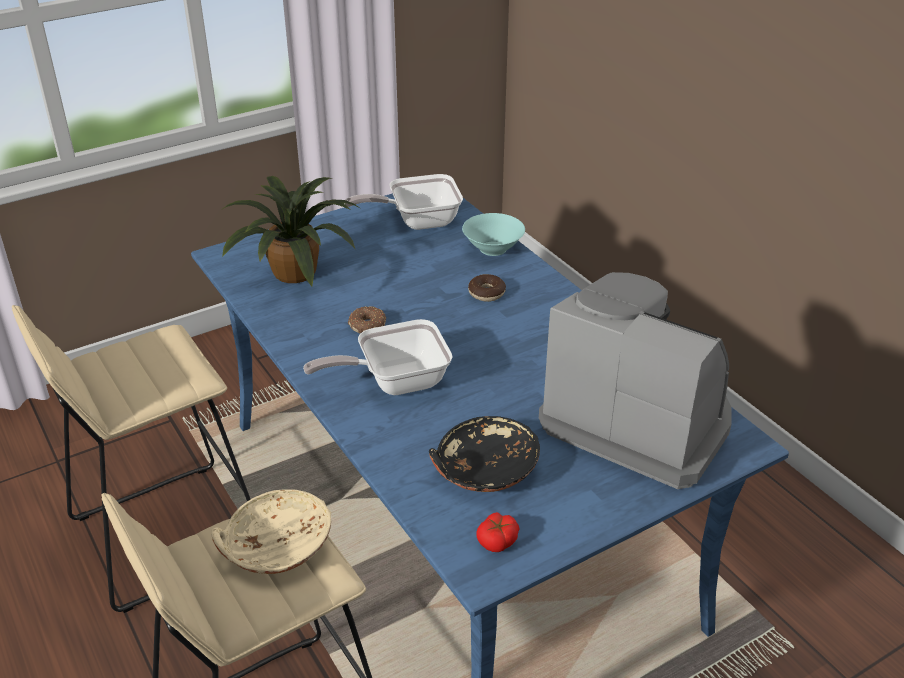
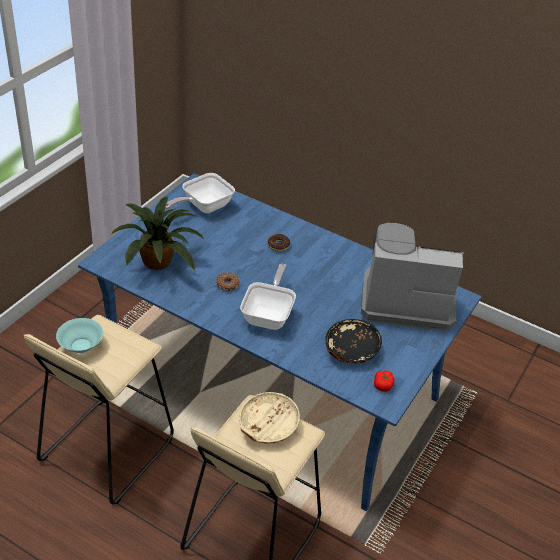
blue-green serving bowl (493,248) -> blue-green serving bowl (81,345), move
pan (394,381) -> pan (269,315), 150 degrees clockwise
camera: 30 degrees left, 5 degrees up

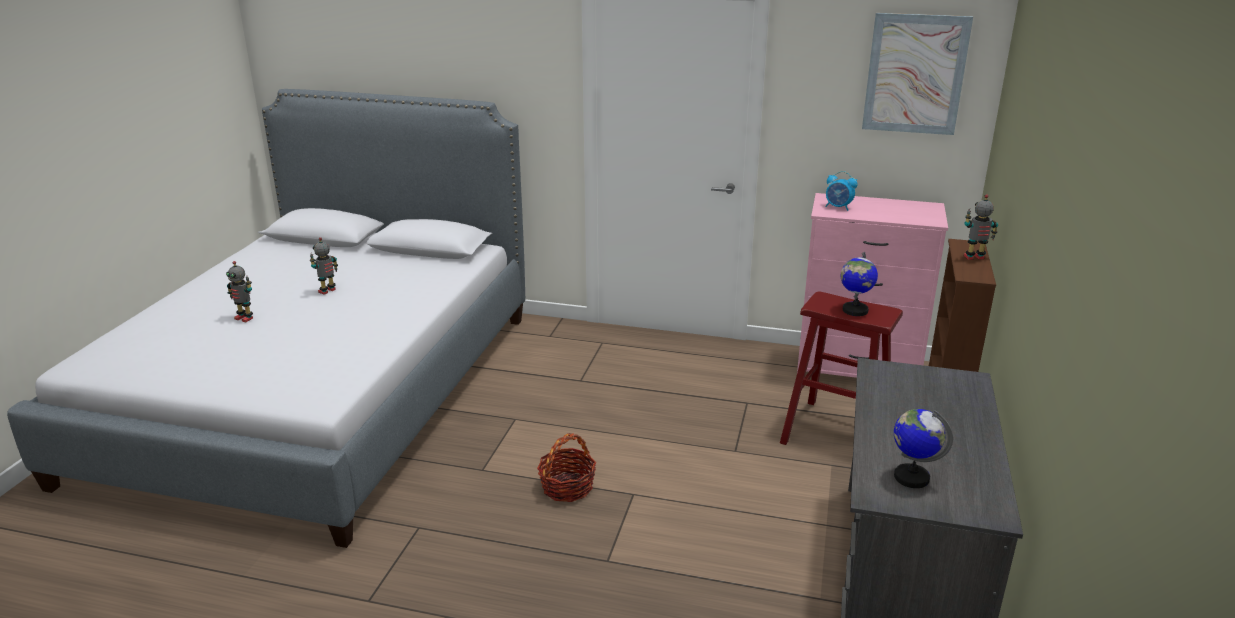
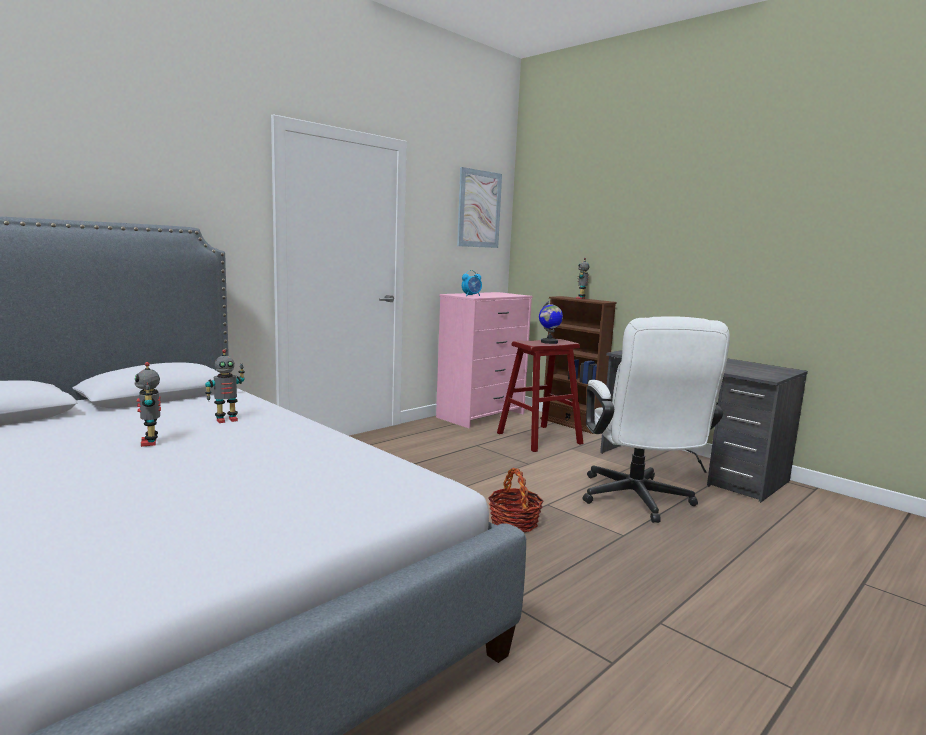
world globe (911,477) -> none
none -> white-coloured desk chair (638,501)
model robot (245,318) -> model robot (226,420), move
camera: 60 degrees left, 15 degrees down

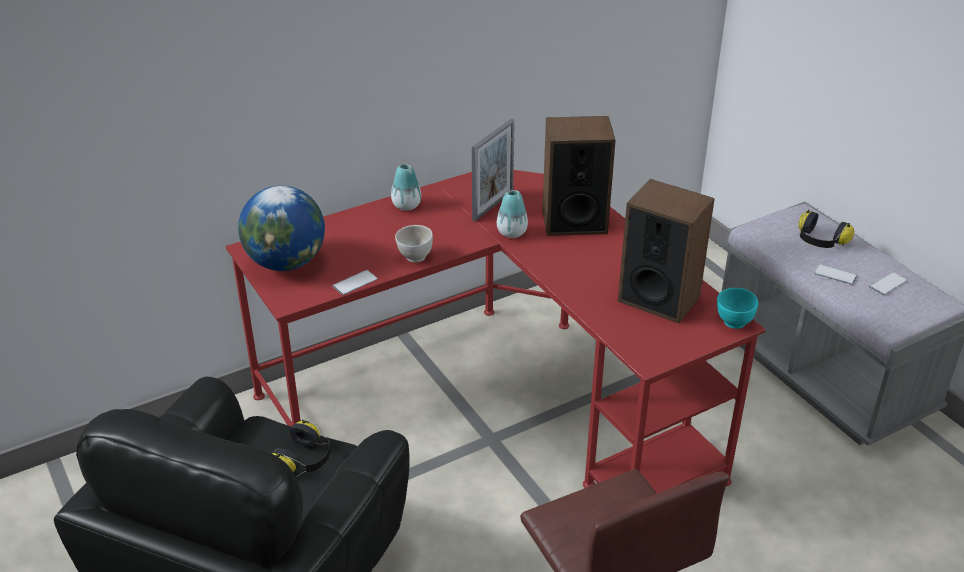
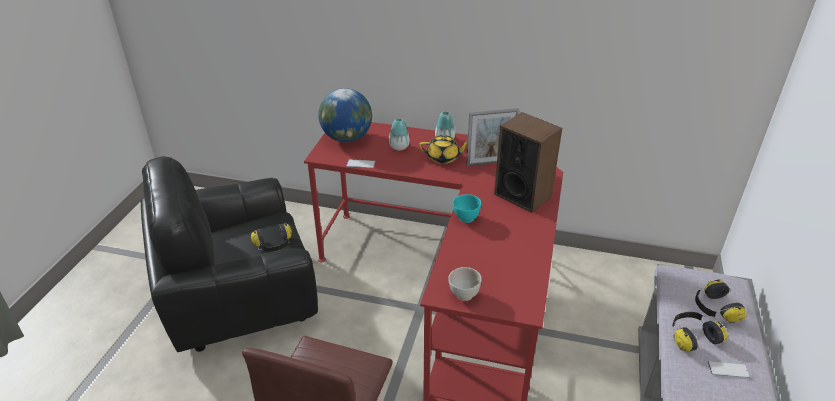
speaker (659,298) -> none
none -> yellow-coloured teapot (443,158)
white-coloured serving bowl (415,257) -> white-coloured serving bowl (463,295), move
decorative vase (512,233) -> decorative vase (399,147), move
blue-green serving bowl (733,322) -> blue-green serving bowl (466,218), move
phone (835,274) -> headset (692,337)
camera: 45 degrees right, 0 degrees up

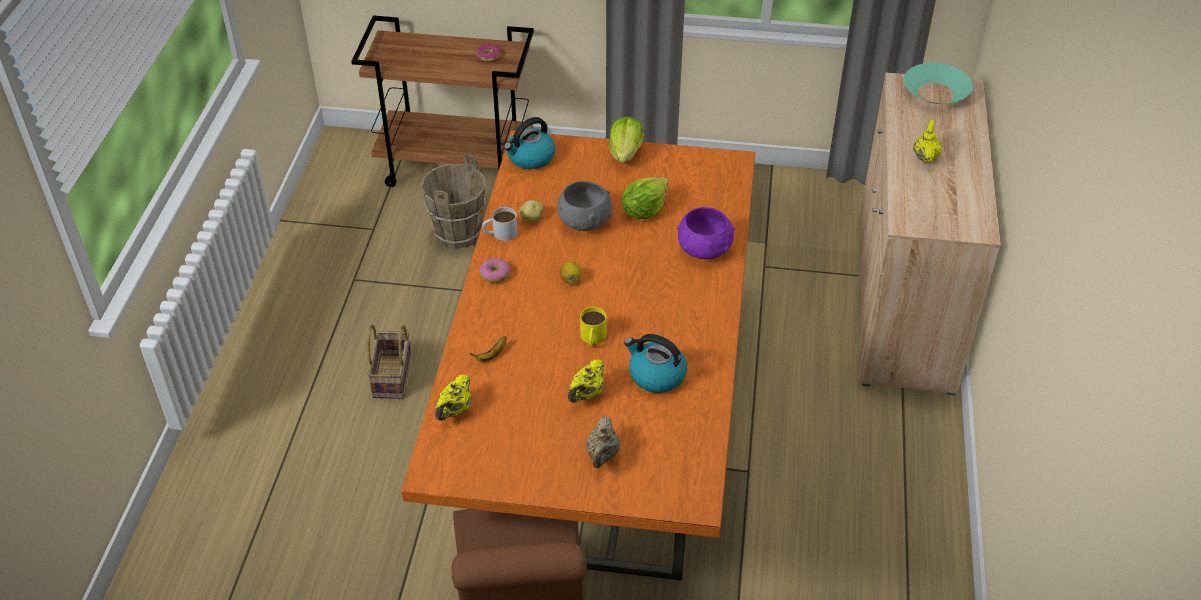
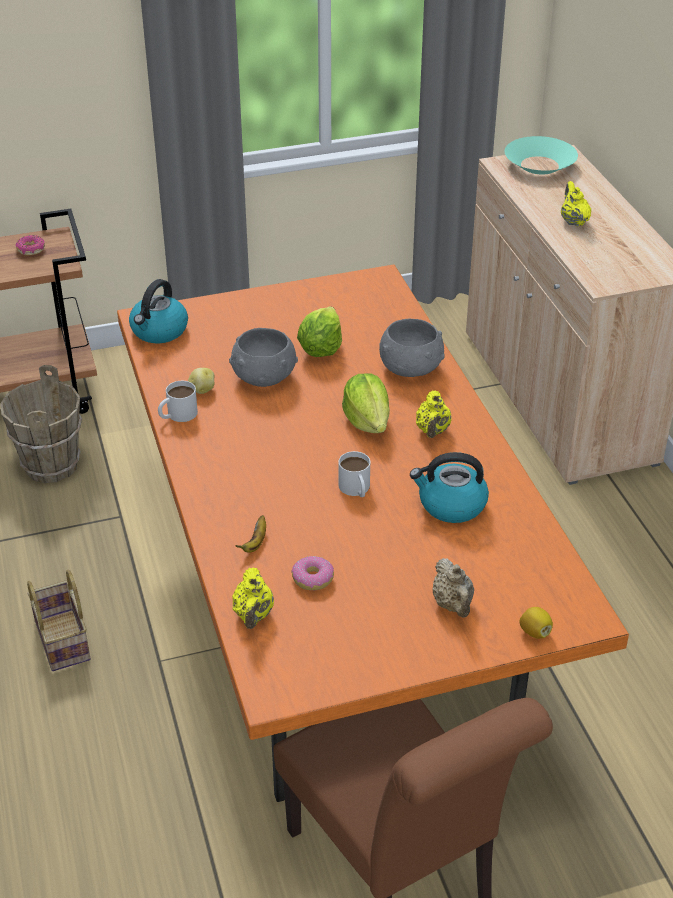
donut (495,274) -> donut (313,578), move
lemon (570,280) -> lemon (535,632), move
yellow-coloured teapot (586,394) -> yellow-coloured teapot (432,431), move
lettuce head (626,153) -> lettuce head (367,421), move
yellow-coloured mug (592,338) -> white-coloured mug (356,489)
purplish serving bowl (704,250) -> greyish serving bowl (411,368)
camera: 25 degrees left, 5 degrees down

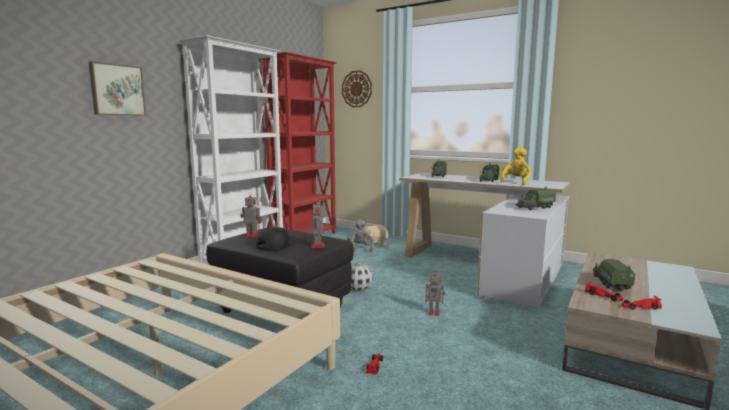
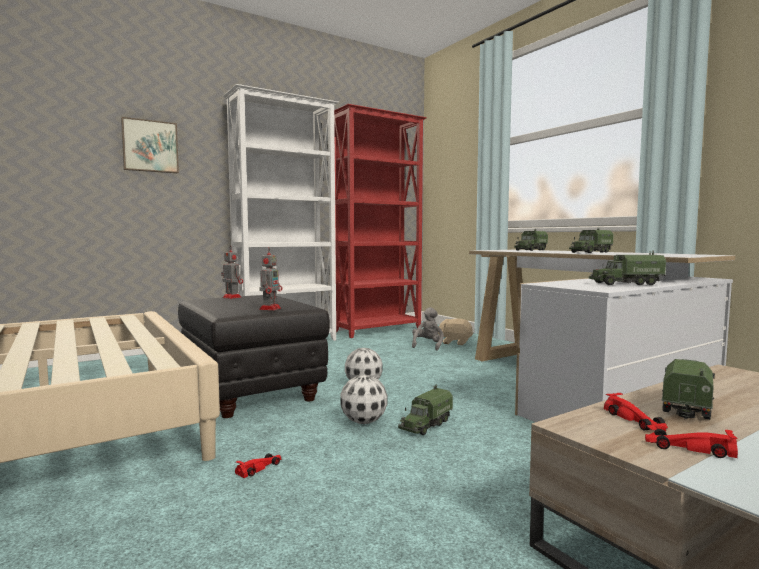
black-coloured peaked cap (275,245) -> none
clock on the wall (356,89) -> none
yellow-coloured soft toy (515,182) -> none
none -> ball for football (364,422)
model robot (434,312) -> toy truck (425,425)
camera: 25 degrees right, 5 degrees down

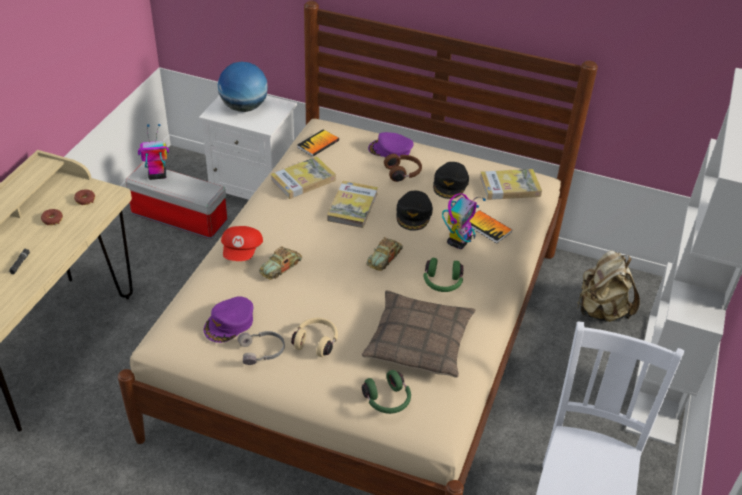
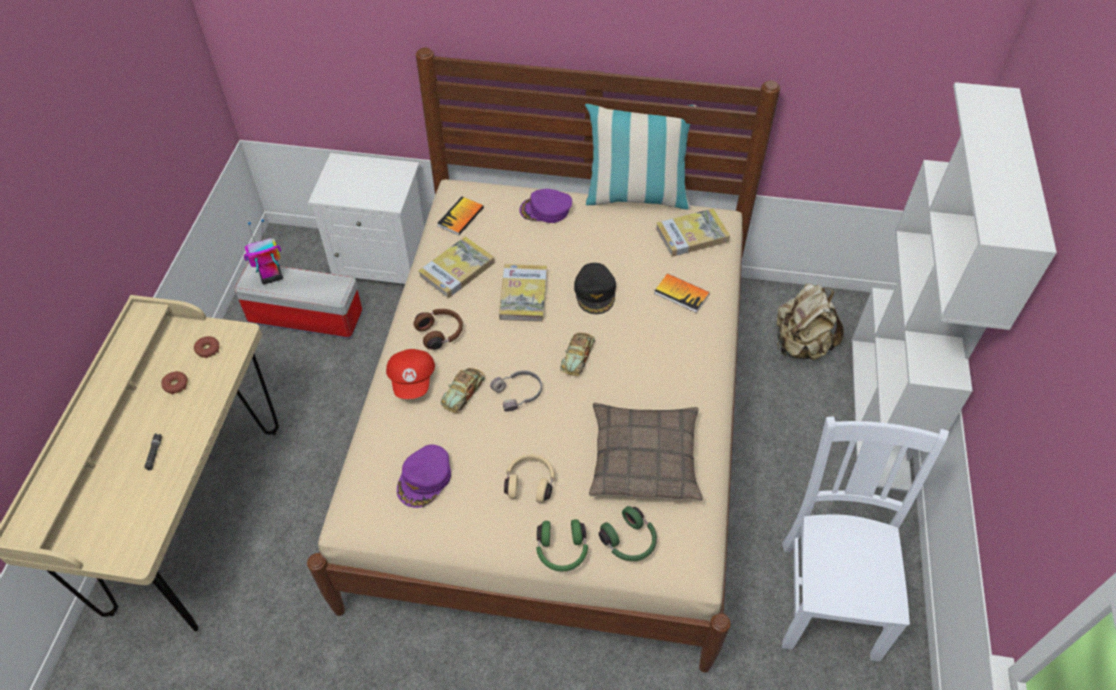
world globe (244,107) -> none
black-coloured peaked cap (450,184) -> none
model robot (459,241) -> none
none -> pillow (636,196)
greyish headset (262,351) -> greyish headset (519,393), move
brown headset (403,173) -> brown headset (441,333), move
greenish headset (442,283) -> greenish headset (562,551), move
camera: 10 degrees left, 10 degrees up

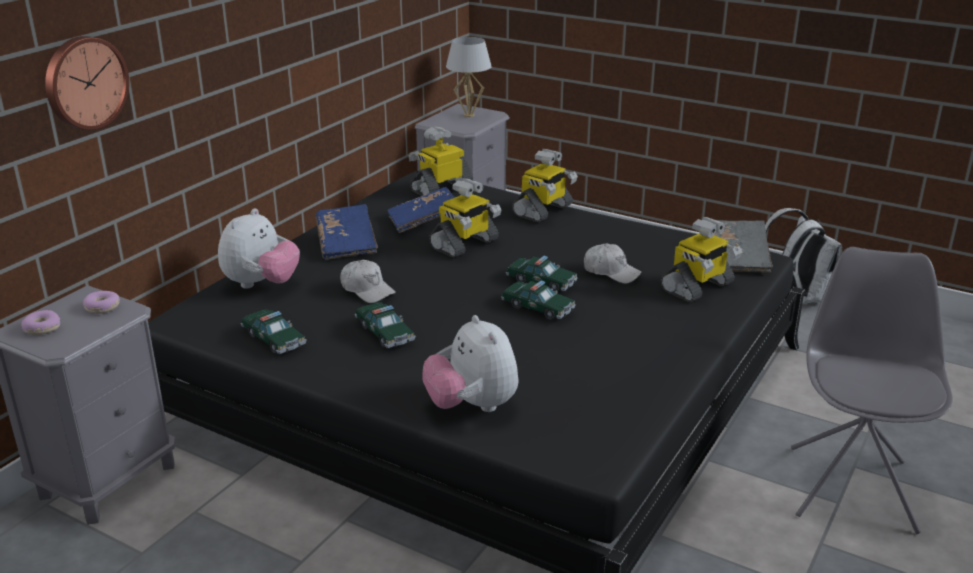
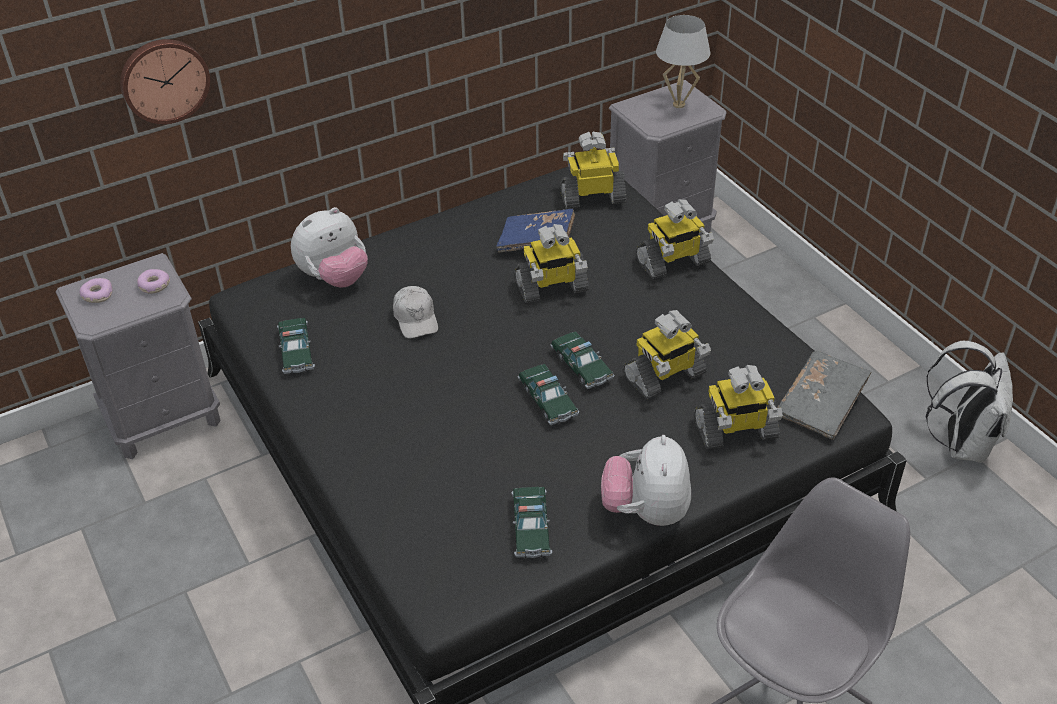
bluish volume (346,243) -> none
miniature car (384,332) -> miniature car (531,528), move
soft toy (472,406) -> soft toy (646,511), move
white-coloured peaked cap (611,272) -> model robot (664,377)
camera: 30 degrees right, 15 degrees up

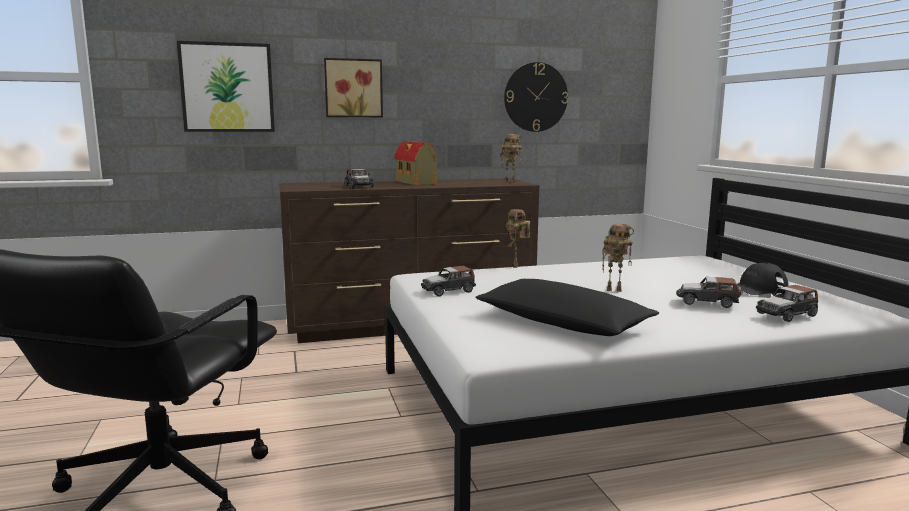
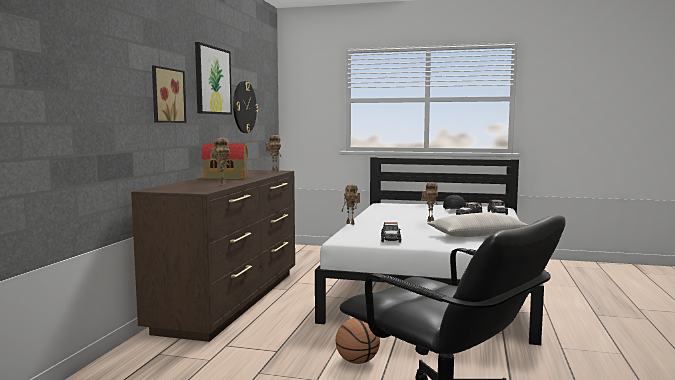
none -> basketball ball (357,361)
wall picture (227,87) -> wall picture (212,80), move
miniature car (359,186) -> model robot (221,184)
black-coloured pillow (562,323) -> beige-coloured pillow (477,235)
camera: 60 degrees left, 5 degrees down

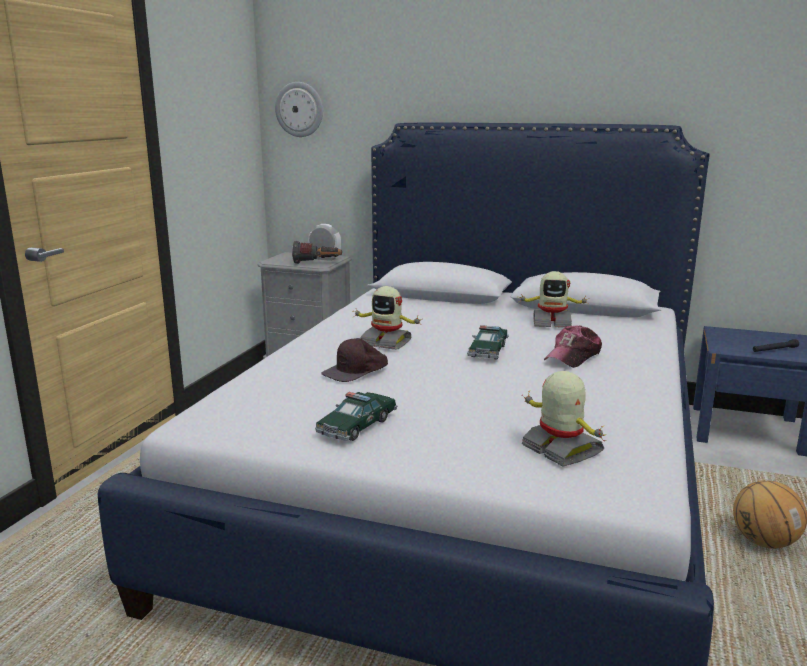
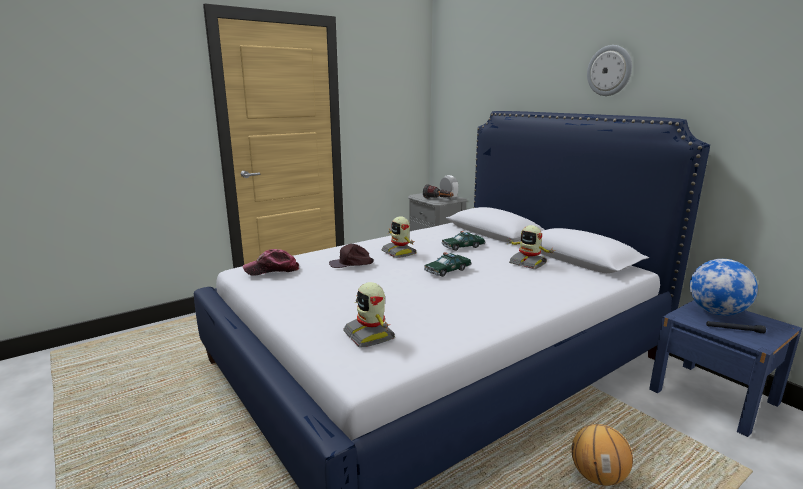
none -> world globe (716,312)
clock on the wall (299,109) -> clock on the wall (609,70), move
miniature car (357,426) -> miniature car (463,247), move
peaked cap (573,356) -> peaked cap (272,270), move
model robot (560,450) -> model robot (370,335), 150 degrees clockwise
camera: 35 degrees right, 0 degrees up

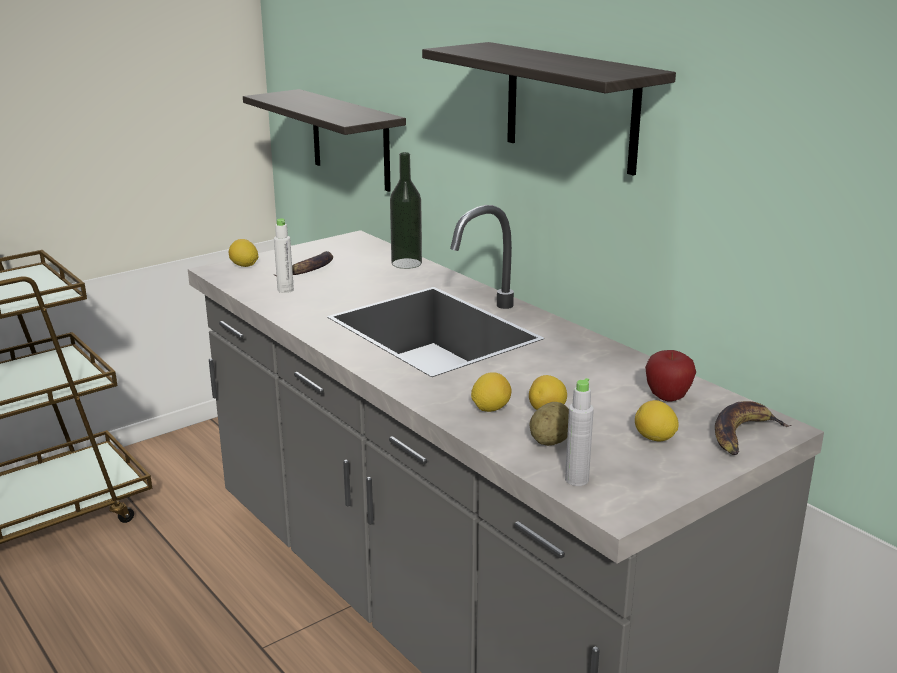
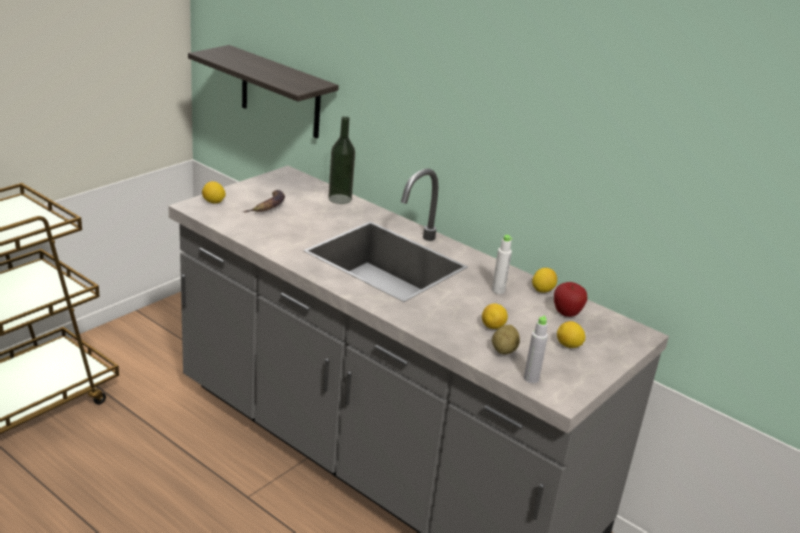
wall shelf (571,107) -> none
banana (743,434) -> none
white-coloured bottle (285,290) -> white-coloured bottle (498,290), move
lemon (490,409) -> lemon (542,290), move
camera: 15 degrees left, 5 degrees up

